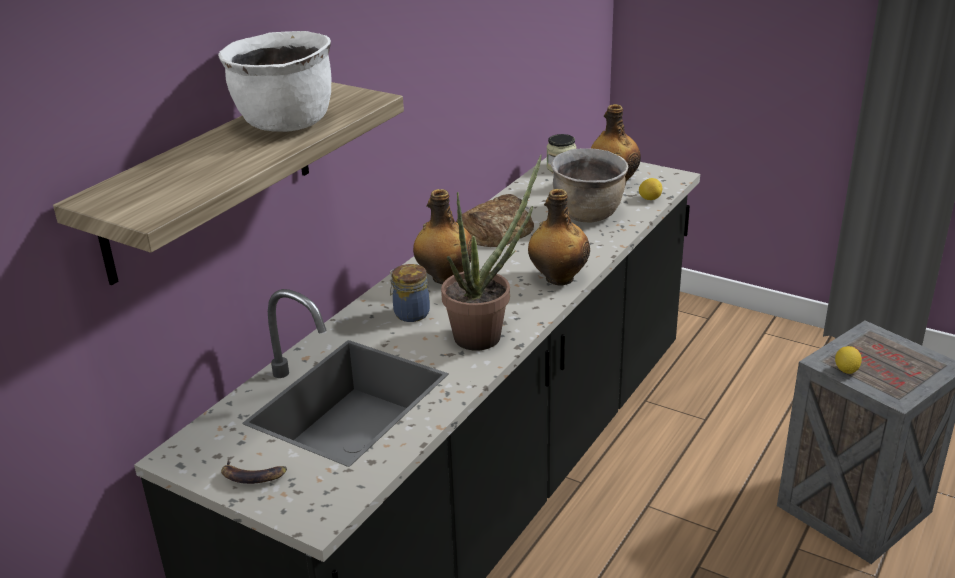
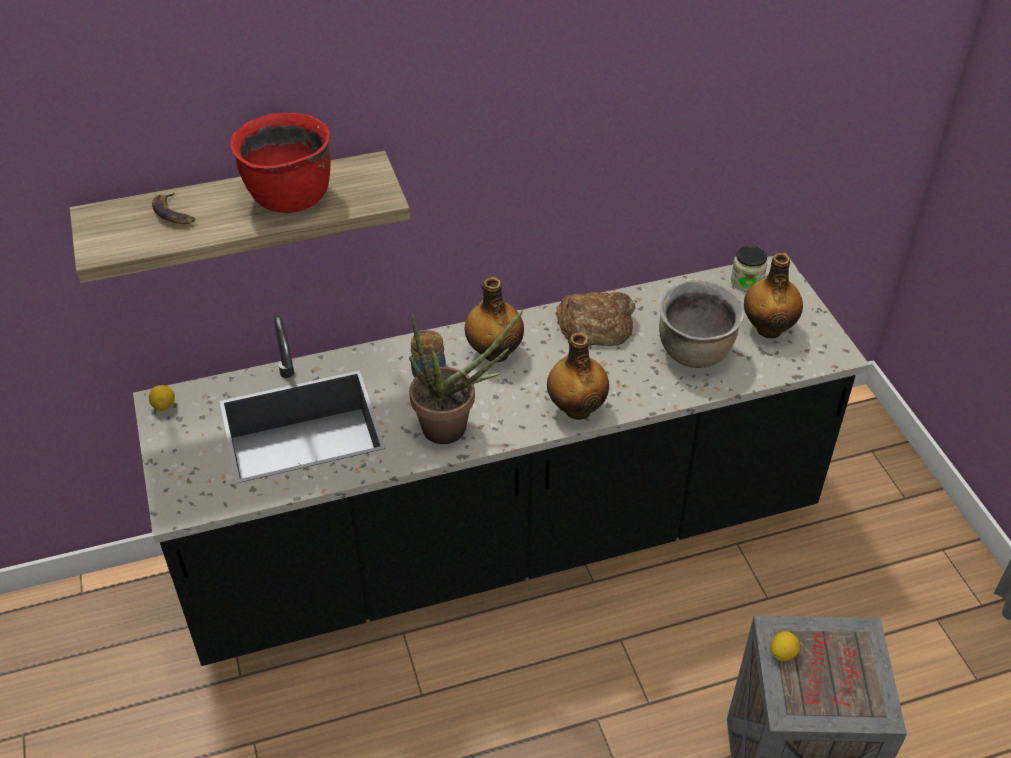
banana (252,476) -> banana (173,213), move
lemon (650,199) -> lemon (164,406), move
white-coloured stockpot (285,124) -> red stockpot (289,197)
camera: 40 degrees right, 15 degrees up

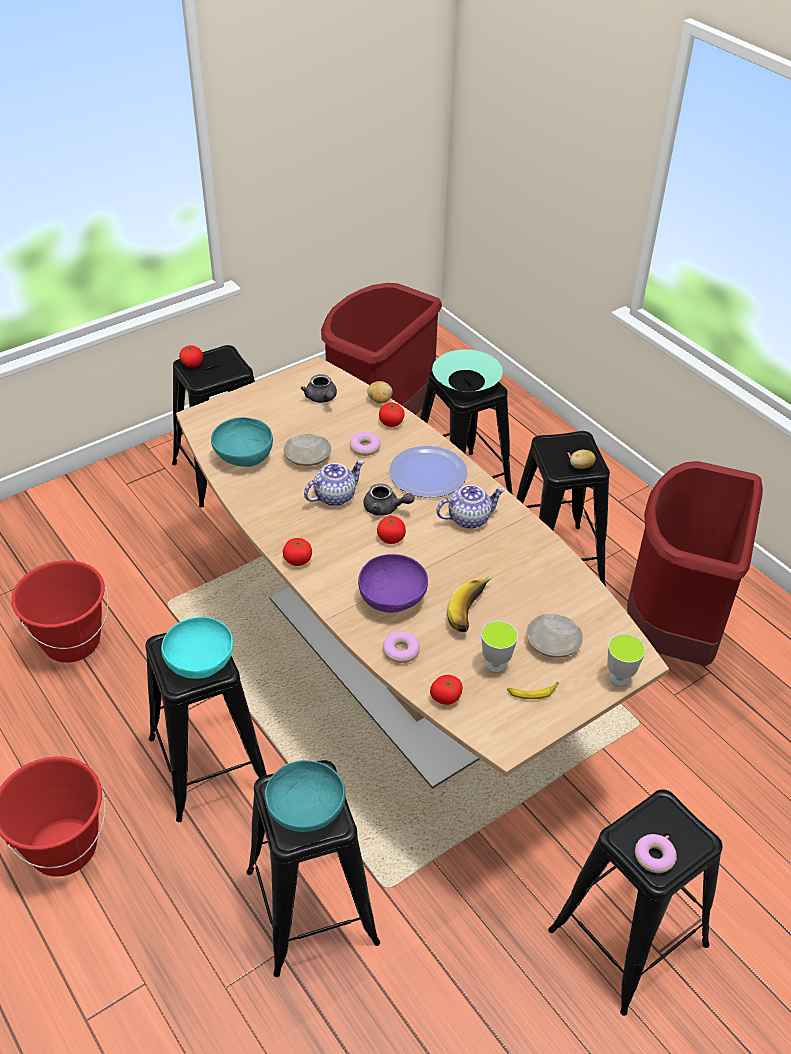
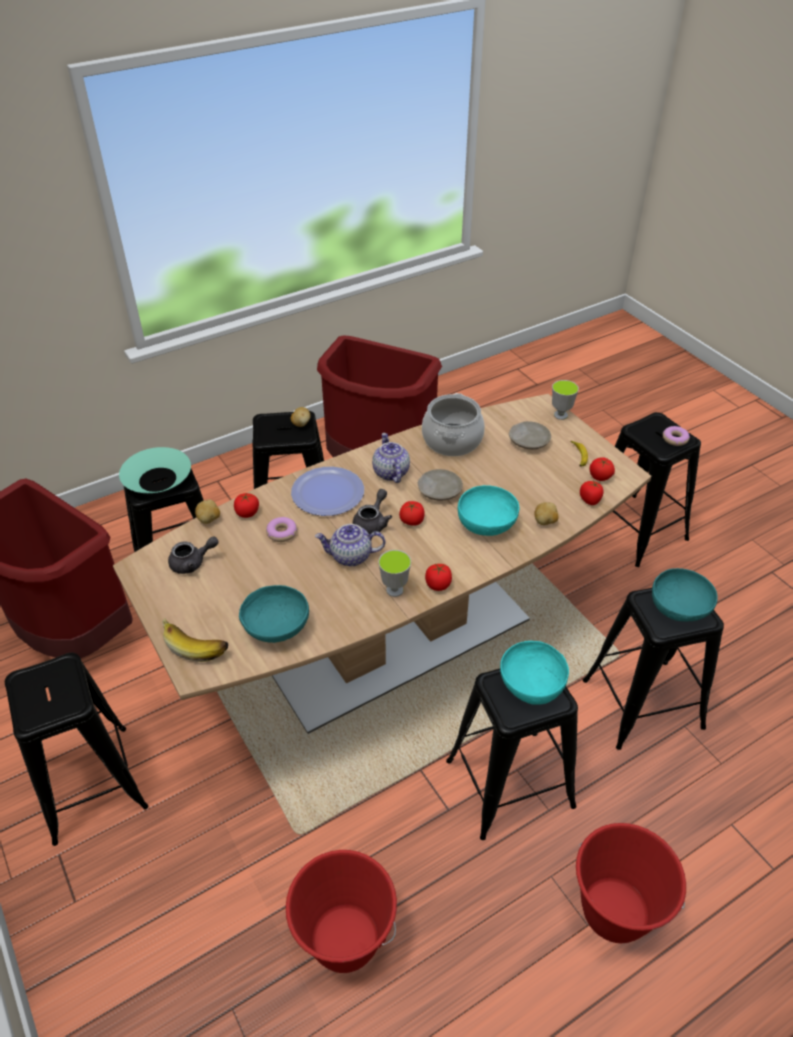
none -> stockpot (451,440)
tomato (192,364) -> tomato (600,477), move
beige-coloured dinner plate (308,456) -> beige-coloured dinner plate (439,490), move
banana (472,613) -> banana (197,644), move
drinking cup (495,665) -> drinking cup (394,590), move
donut (401,651) -> potato (545,521)
purplish serving bowl (393,599) -> blue-green serving bowl (487,523)
teapot (335,496) -> teapot (350,556), 60 degrees counterclockwise
camera: 85 degrees left, 0 degrees up

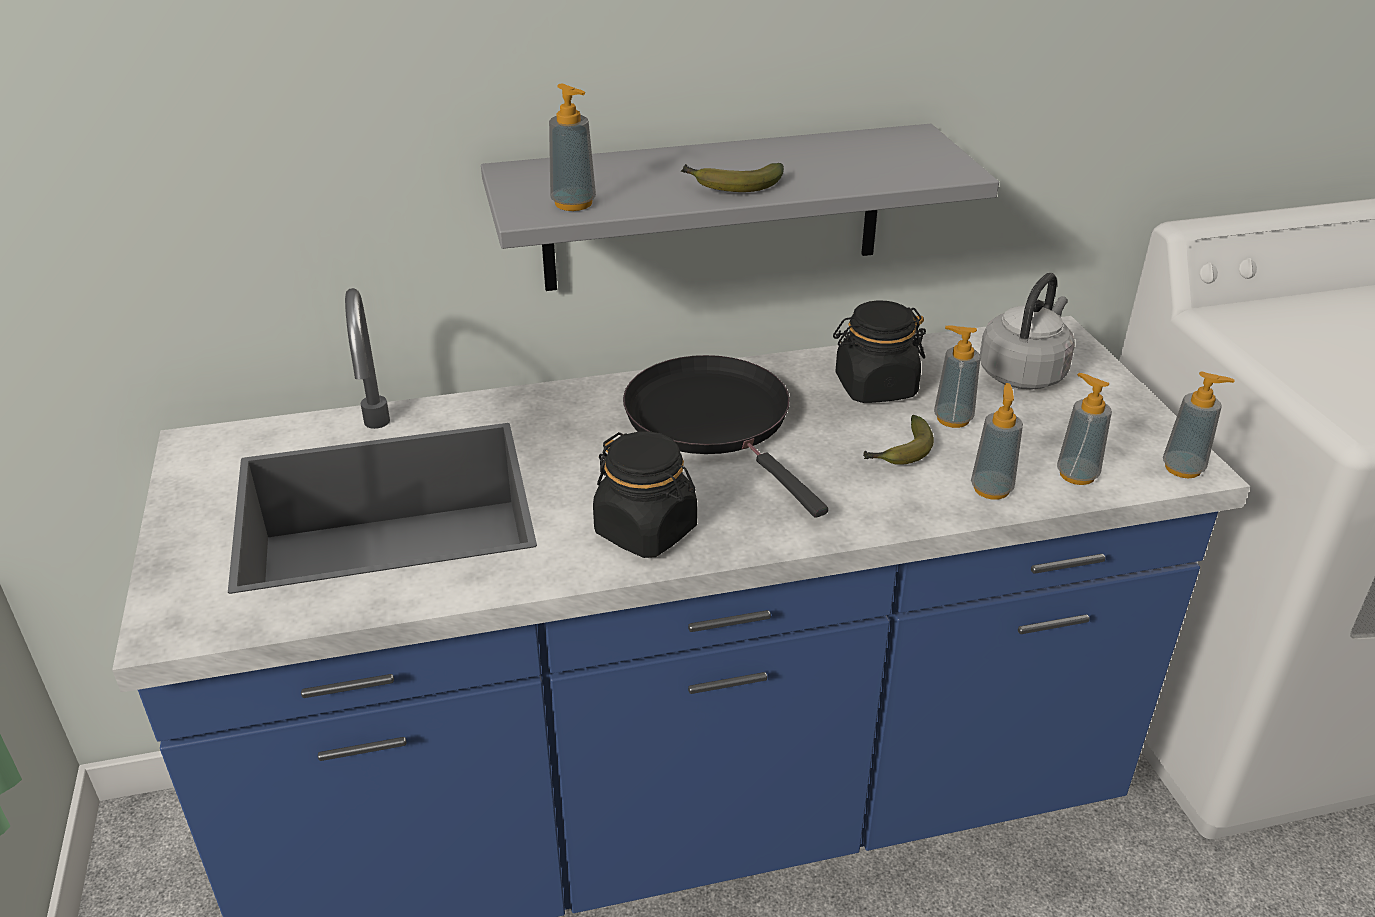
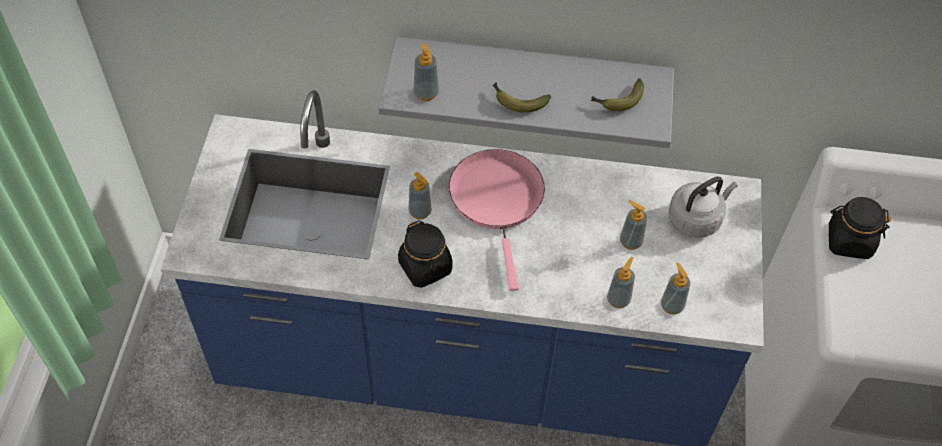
black-coloured storage jar (875,387) -> black-coloured storage jar (849,241), move
banana (900,453) -> banana (618,101), move
soap dispenser (1183,468) -> soap dispenser (420,212), move
black-coloured pan (714,421) -> pinkish pan (498,200)
camera: 20 degrees right, 20 degrees up

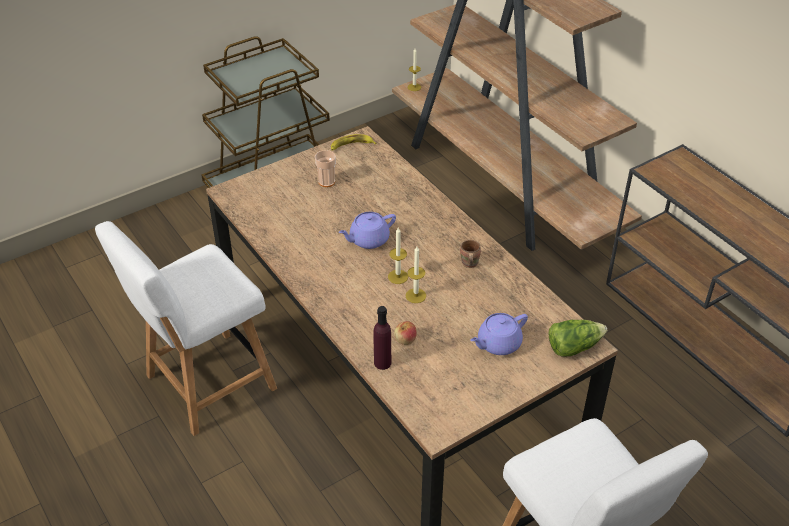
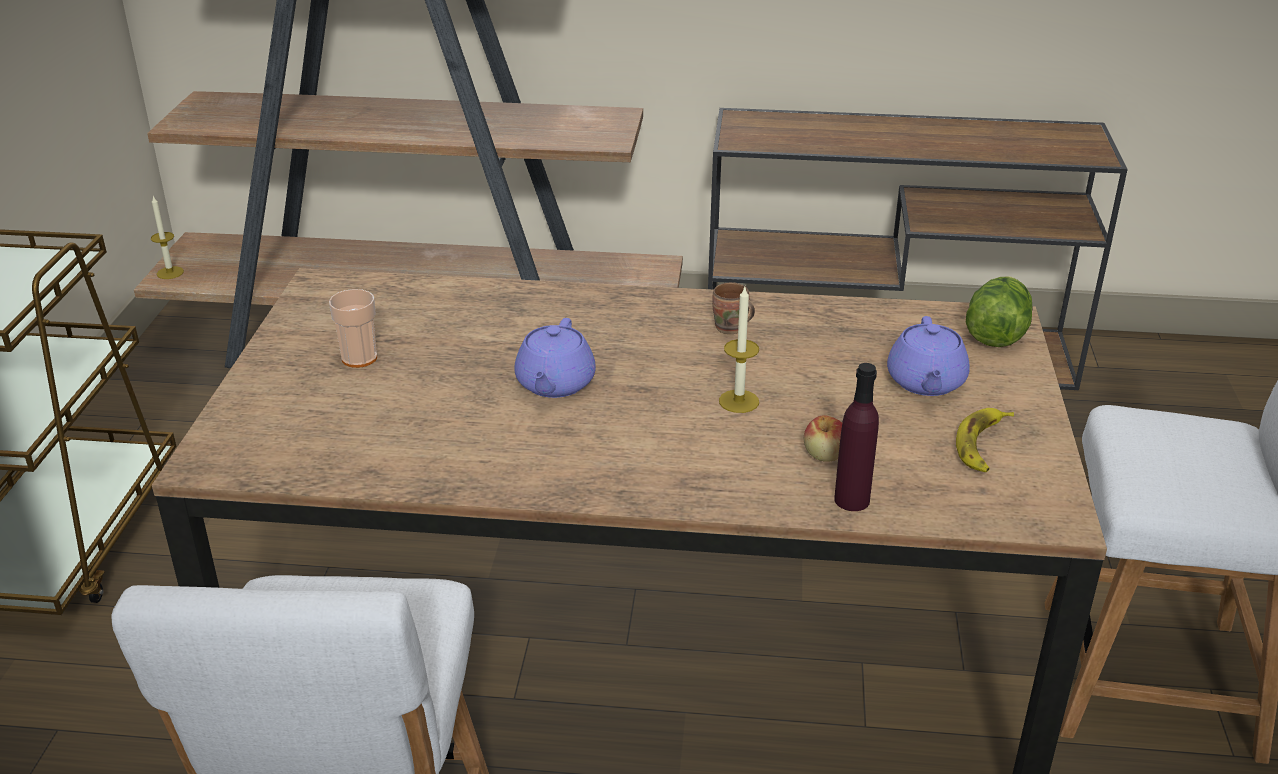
wax light (398,277) -> none
banana (351,145) -> banana (982,445), move
camera: 50 degrees left, 10 degrees down

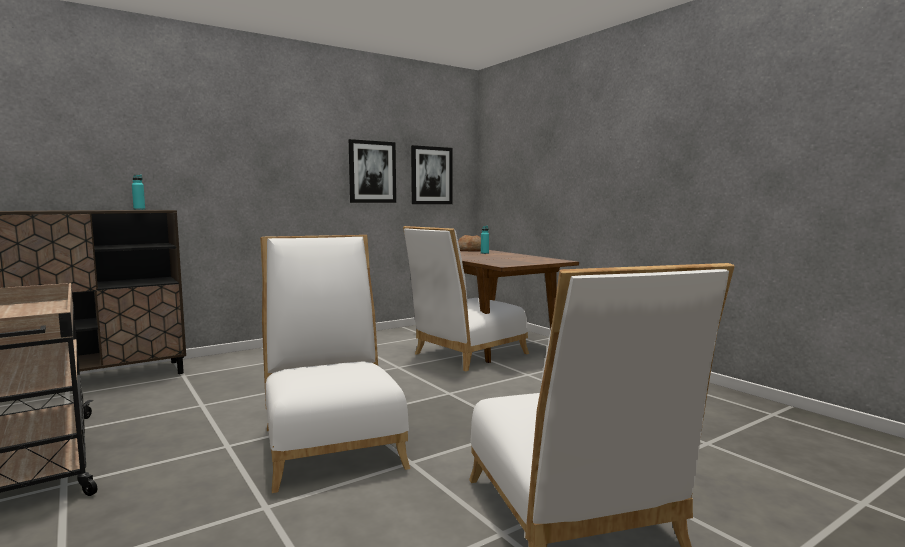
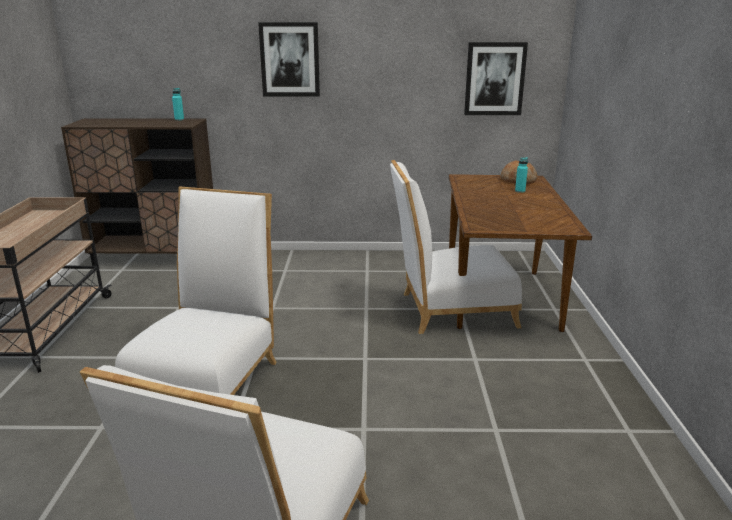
wall picture (372,172) -> wall picture (290,59), move
camera: 35 degrees right, 15 degrees up

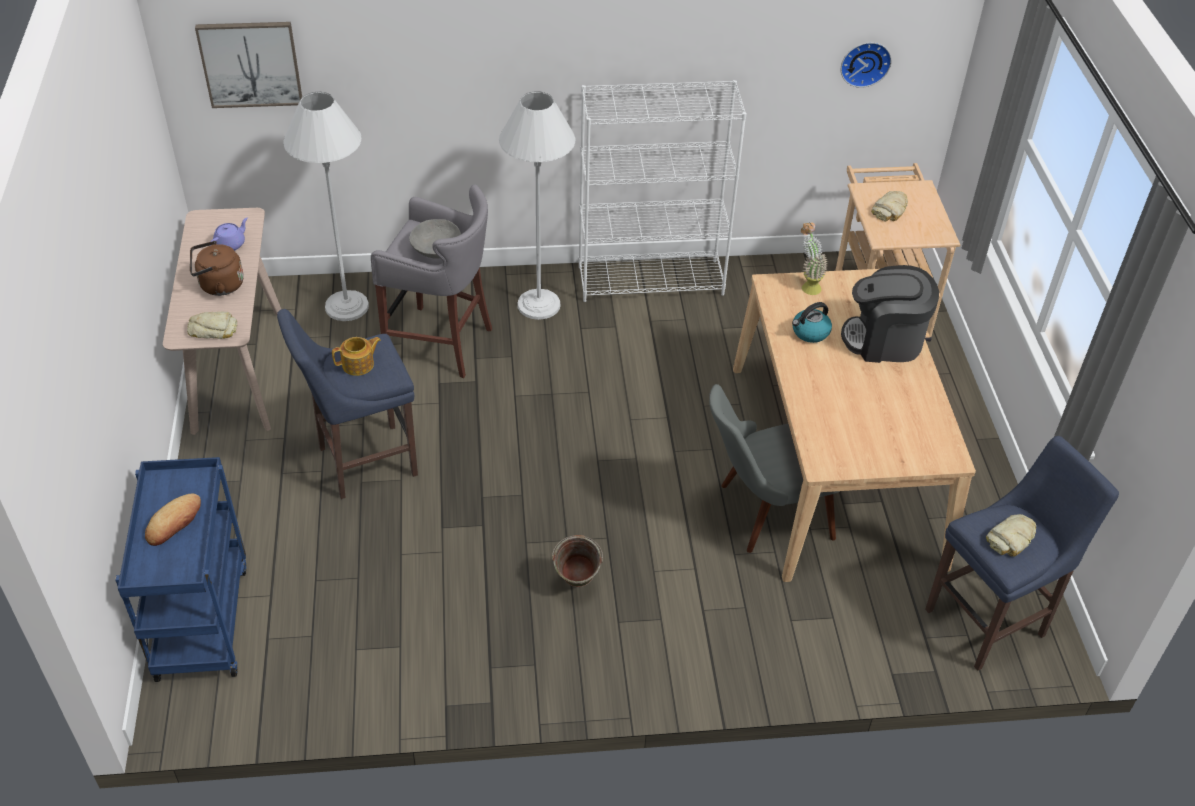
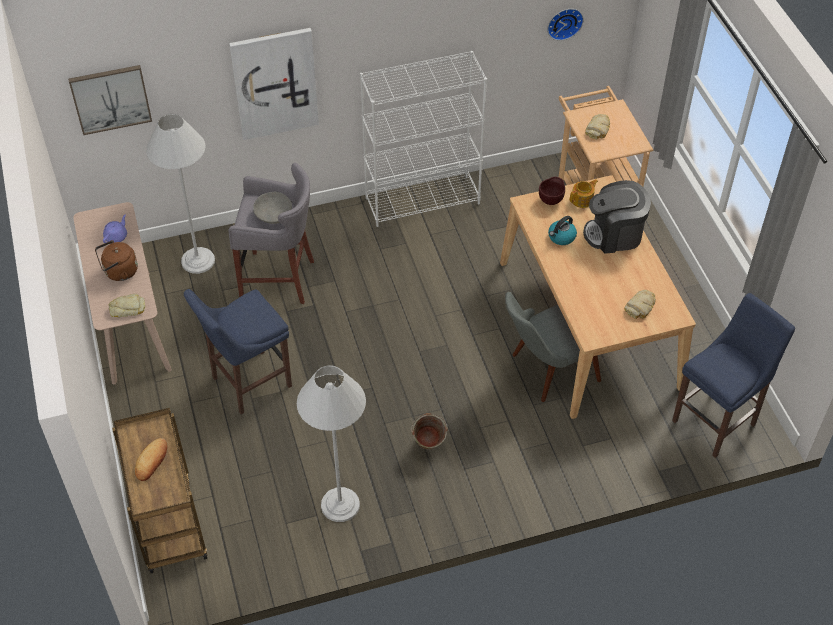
none -> wall picture (275,83)
teapot (359,364) -> teapot (582,200), move
white-coloured standard lamp (538,305) -> white-coloured standard lamp (340,505), move
baked bread (1011,539) -> baked bread (640,307), move
potted plant (807,286) -> brown serving bowl (551,200)
bluish cart (201,619) -> brown cart (168,523)
camera: 10 degrees left, 5 degrees up

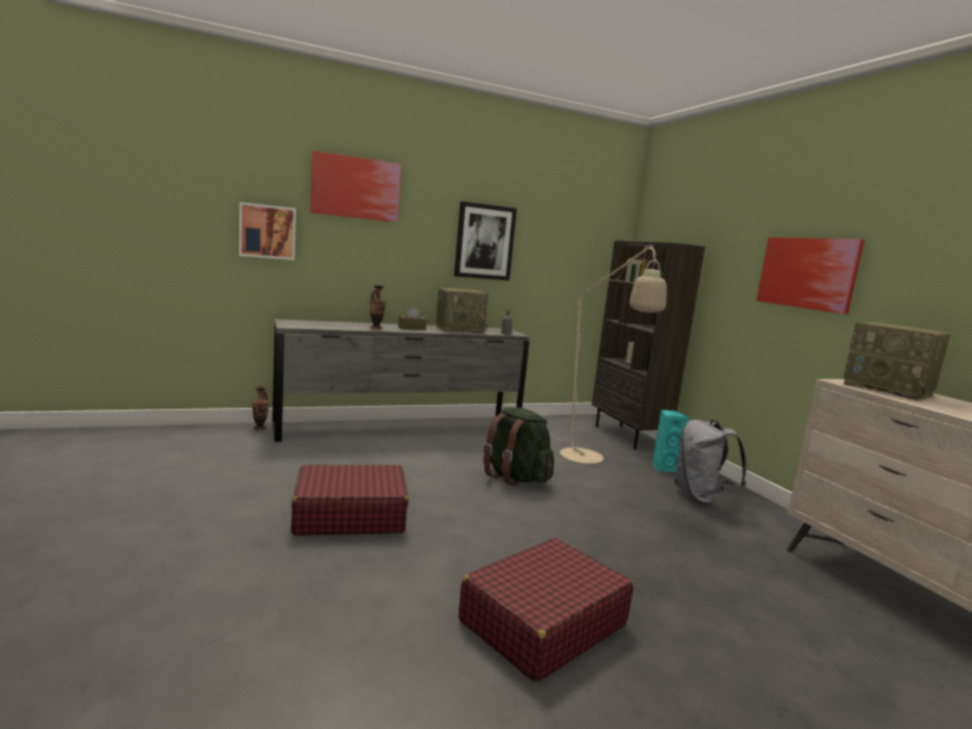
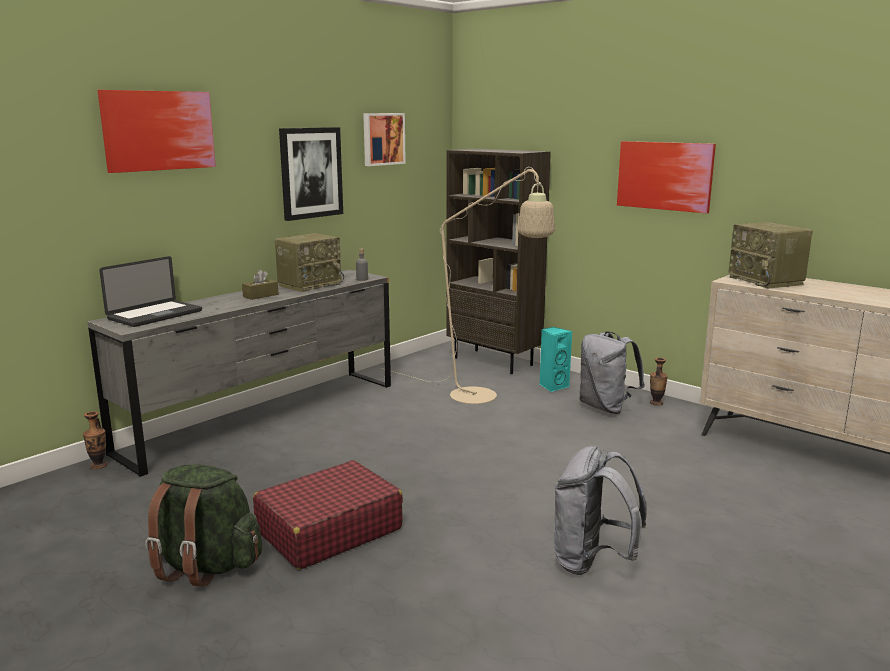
none -> laptop (155,315)
wall picture (267,231) -> wall picture (382,139), move
decorative vase (376,328) -> decorative vase (656,403), move
greenish knapsack (515,477) -> greenish knapsack (206,566), move
red suitcase (542,623) -> greyish knapsack (592,562)
radio (889,390) -> radio (767,281), 45 degrees clockwise
camera: 25 degrees left, 5 degrees up

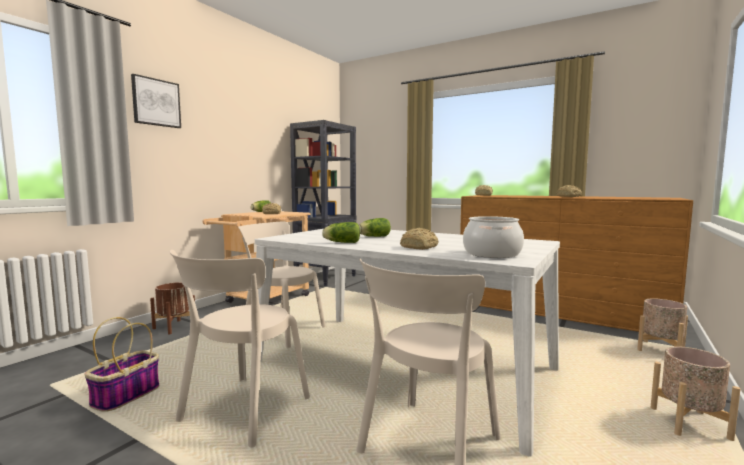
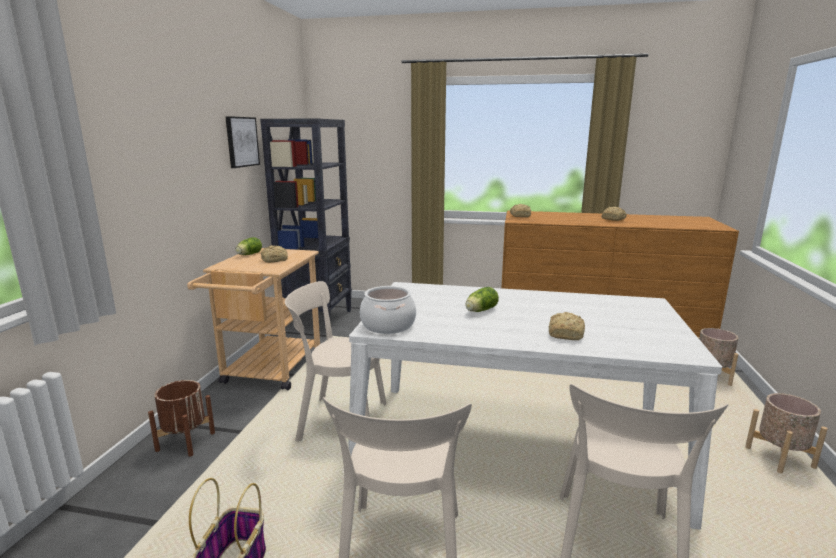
lettuce head (341,242) -> none
wall picture (156,102) -> wall picture (241,142), move
stockpot (491,254) -> stockpot (388,325), move
camera: 20 degrees left, 10 degrees up

